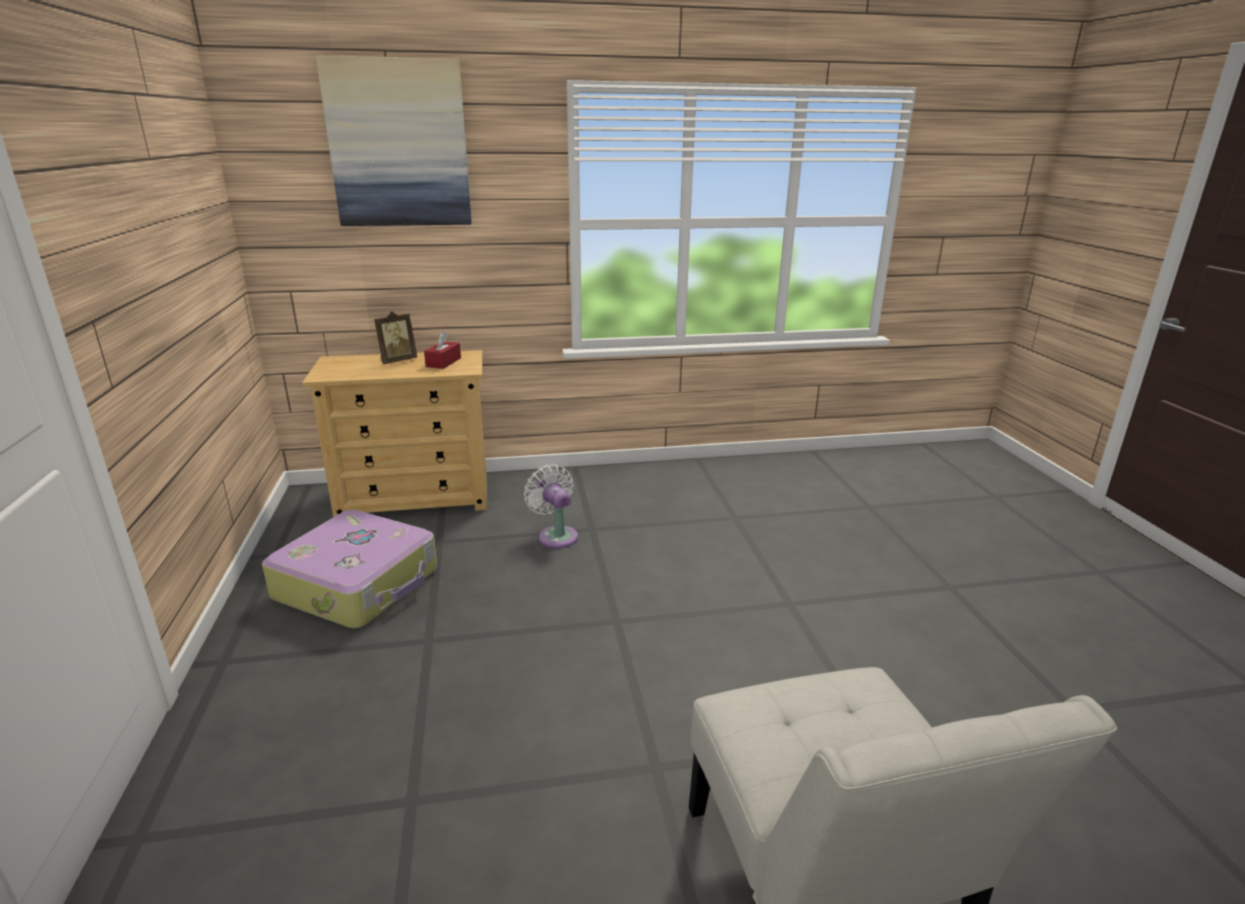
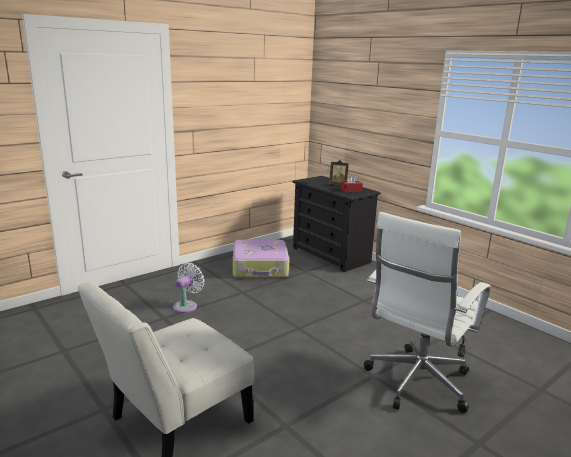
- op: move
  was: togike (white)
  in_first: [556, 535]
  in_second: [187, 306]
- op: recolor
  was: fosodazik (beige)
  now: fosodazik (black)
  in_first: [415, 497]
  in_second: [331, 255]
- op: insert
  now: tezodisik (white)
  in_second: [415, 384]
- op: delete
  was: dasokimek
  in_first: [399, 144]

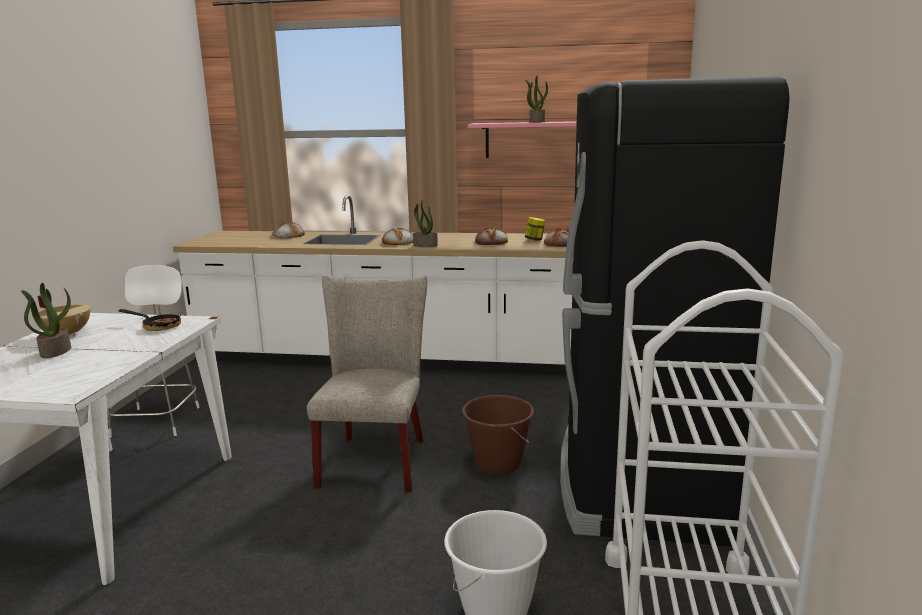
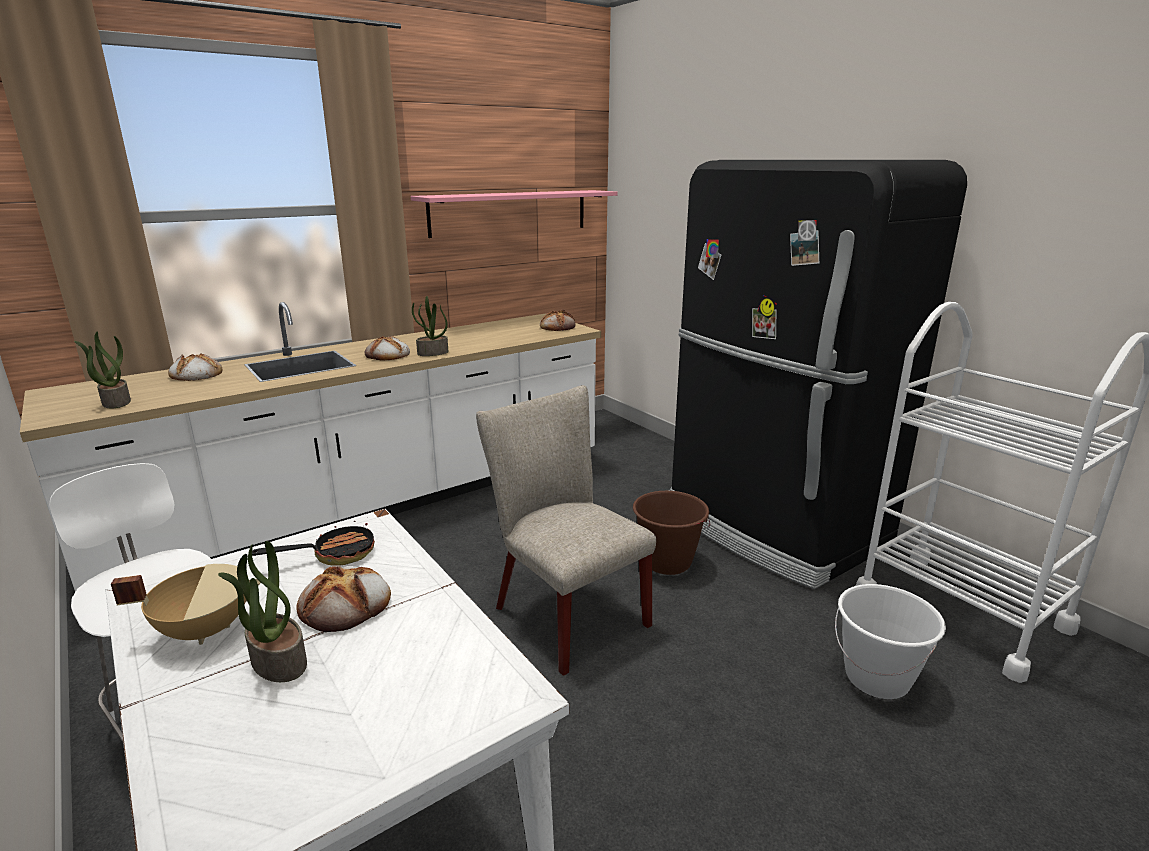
- op: move
  was: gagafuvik
  in_first: [536, 122]
  in_second: [115, 402]
- op: move
  was: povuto
  in_first: [492, 242]
  in_second: [346, 604]
- op: delete
  was: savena
  in_first: [535, 240]

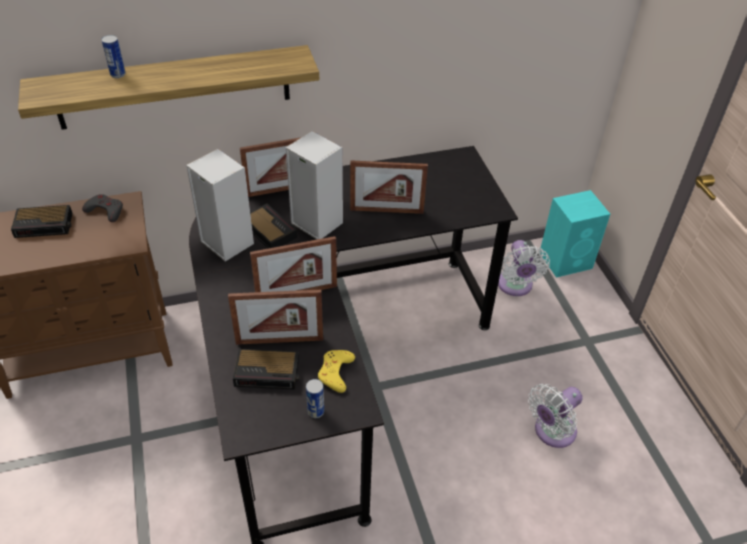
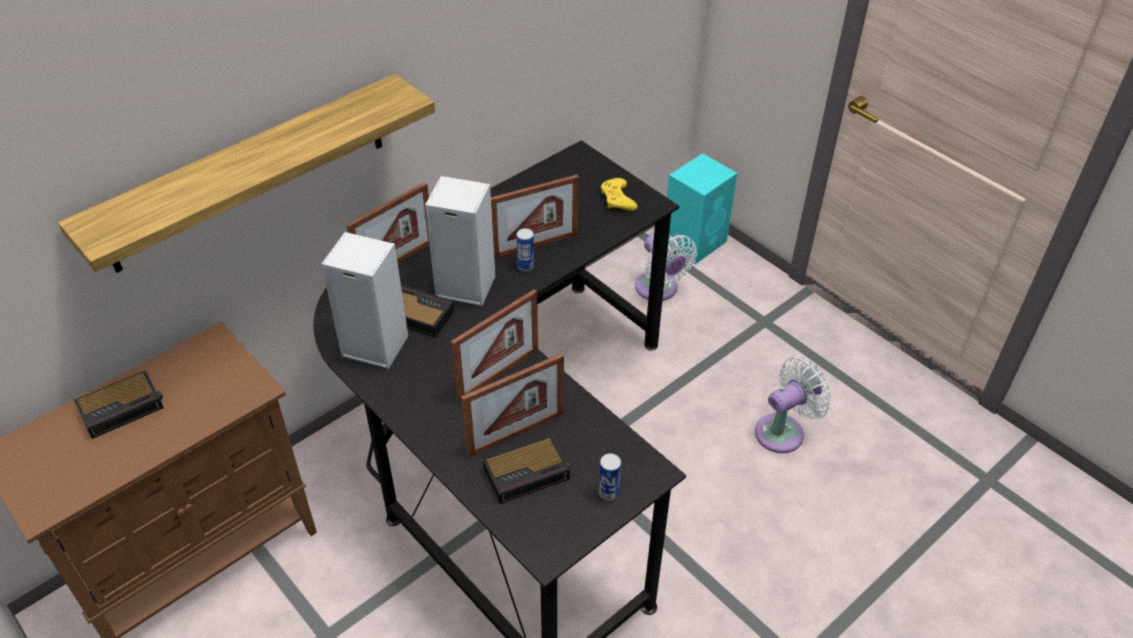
- op: move
  was: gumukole
  in_first: [118, 74]
  in_second: [525, 266]
- op: move
  was: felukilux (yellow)
  in_first: [335, 373]
  in_second: [617, 199]
- op: rotate
  was: togike (white)
  in_first: [551, 432]
  in_second: [783, 431]
  clockwise: -150
- op: delete
  was: felukilux (grey)
  in_first: [105, 211]

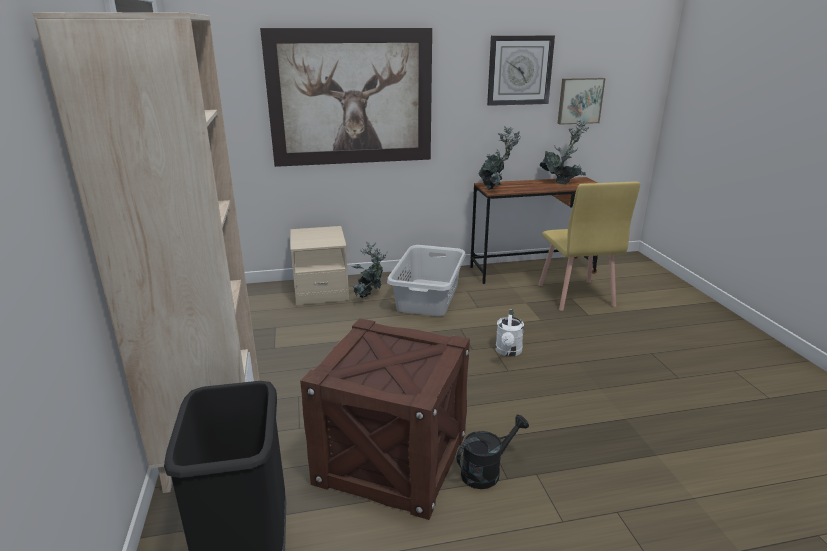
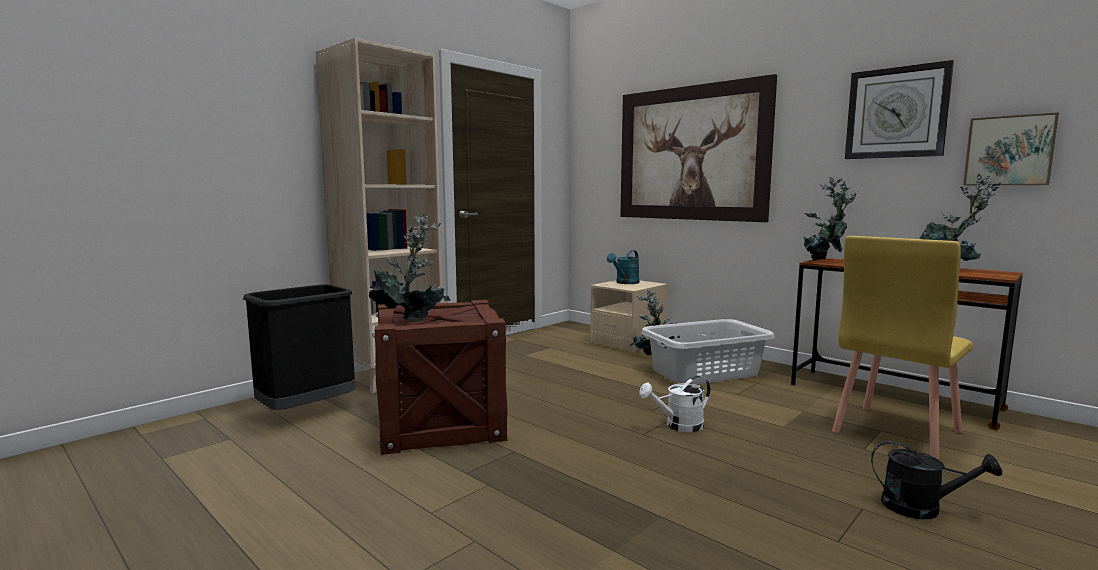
- op: insert
  now: gagafuvik
  in_second: [413, 319]
- op: insert
  now: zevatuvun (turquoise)
  in_second: [625, 283]
- op: move
  was: zevatuvun (black)
  in_first: [486, 471]
  in_second: [921, 508]

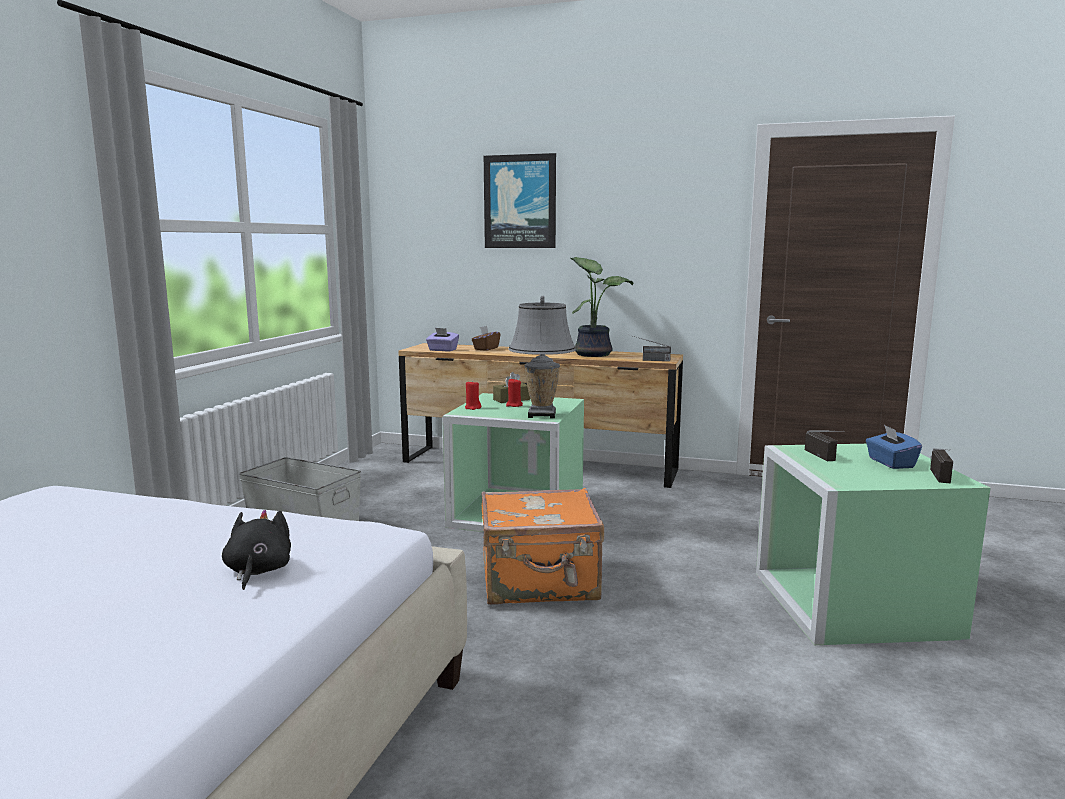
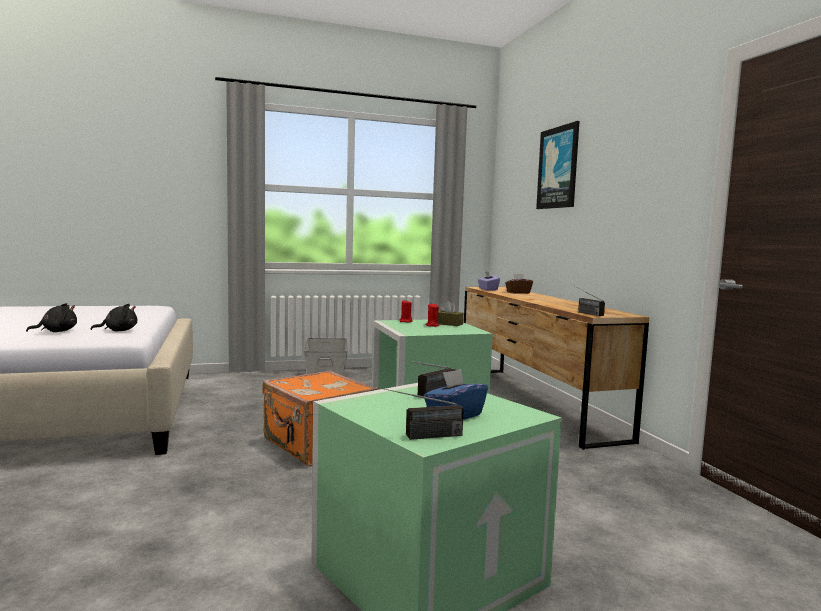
- op: insert
  now: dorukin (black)
  in_second: [118, 331]
- op: delete
  was: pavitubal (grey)
  in_first: [541, 414]
- op: delete
  was: gagafuvik
  in_first: [593, 354]

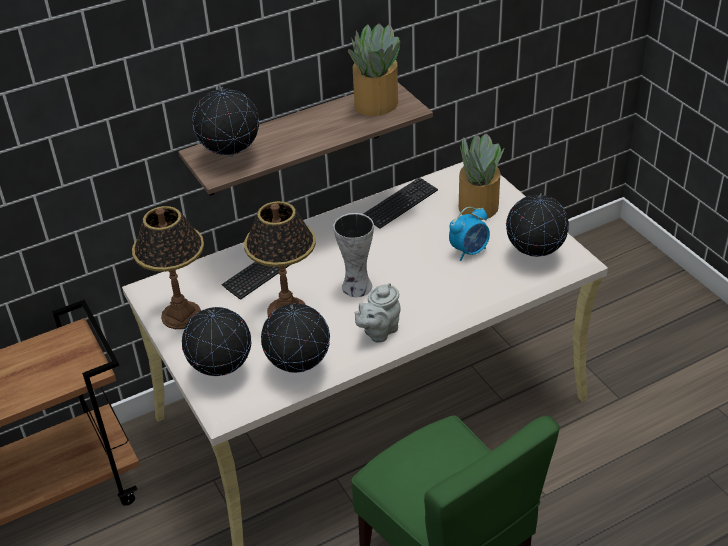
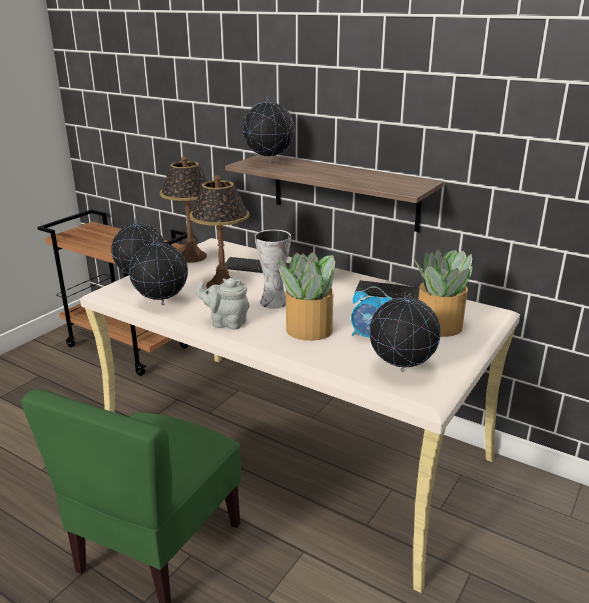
- op: move
  was: gagafuvik
  in_first: [375, 104]
  in_second: [308, 329]

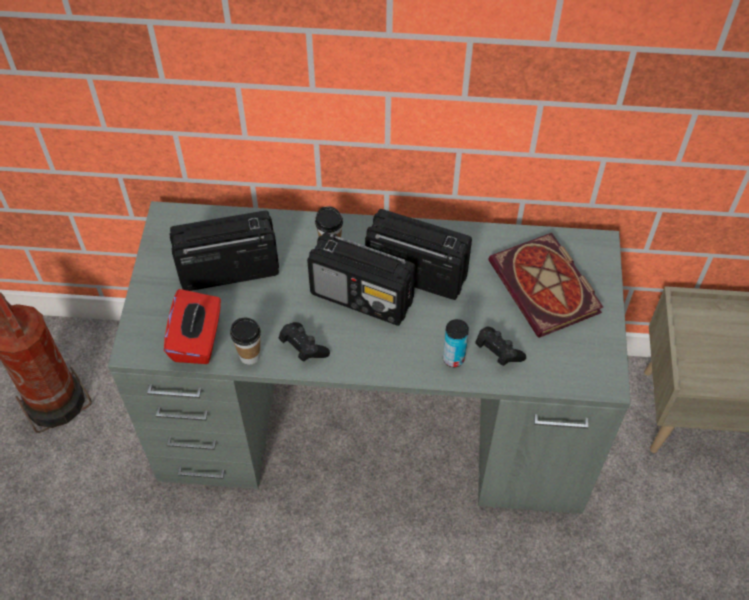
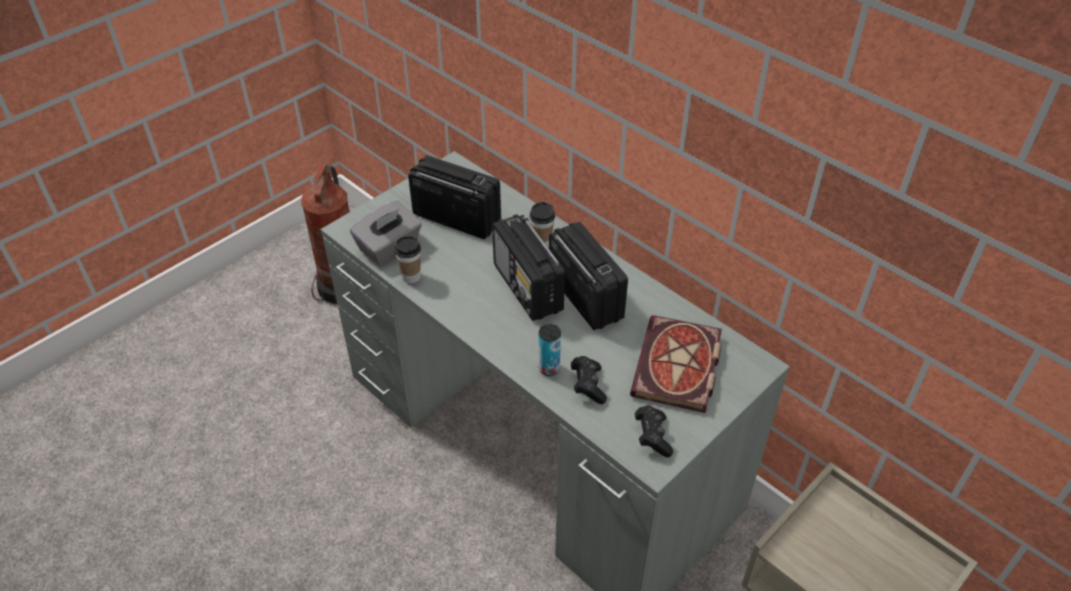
- op: recolor
  was: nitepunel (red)
  now: nitepunel (grey)
  in_first: [197, 340]
  in_second: [389, 247]
- op: move
  was: felukilux (black)
  in_first: [303, 348]
  in_second: [652, 436]

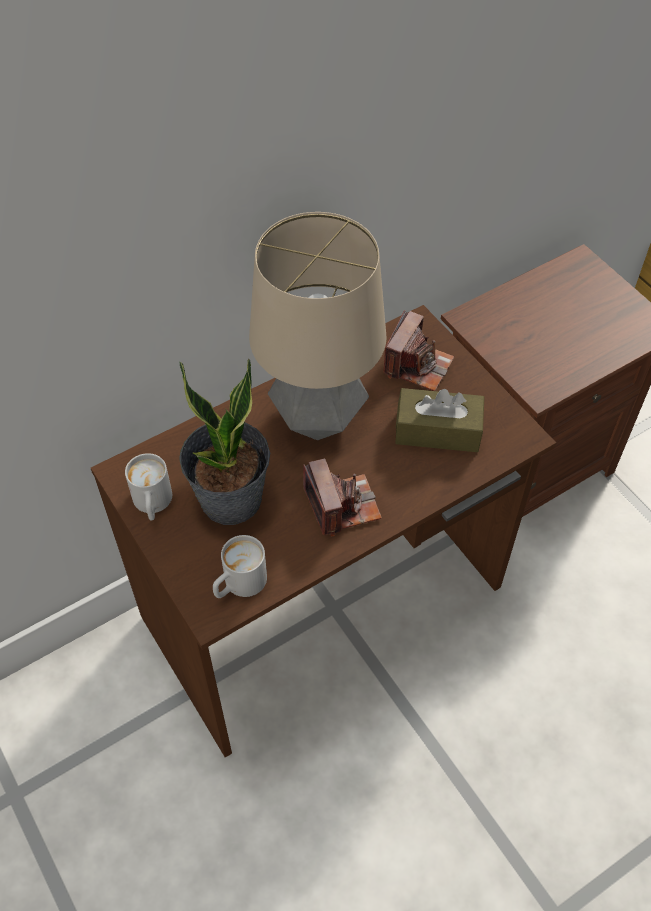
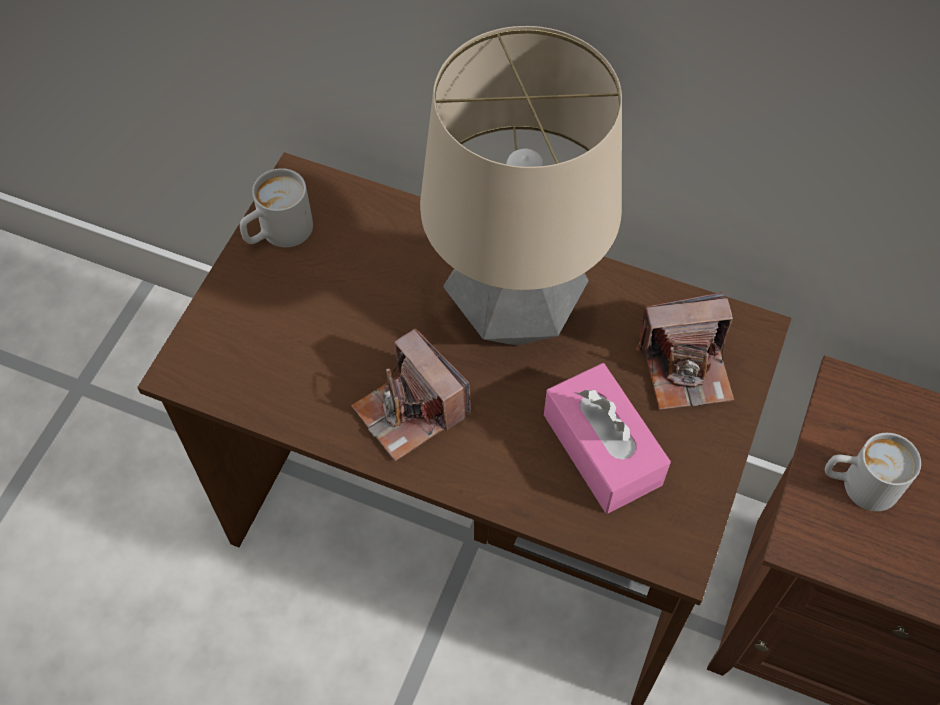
- op: rotate
  was: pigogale
  in_first: [342, 505]
  in_second: [411, 411]
  clockwise: 105
- op: recolor
  was: nitepunel (brown)
  now: nitepunel (pink)
  in_first: [437, 431]
  in_second: [602, 449]
- op: move
  was: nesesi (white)
  in_first: [239, 585]
  in_second: [858, 484]
- op: delete
  was: gagafuvik
  in_first: [231, 500]

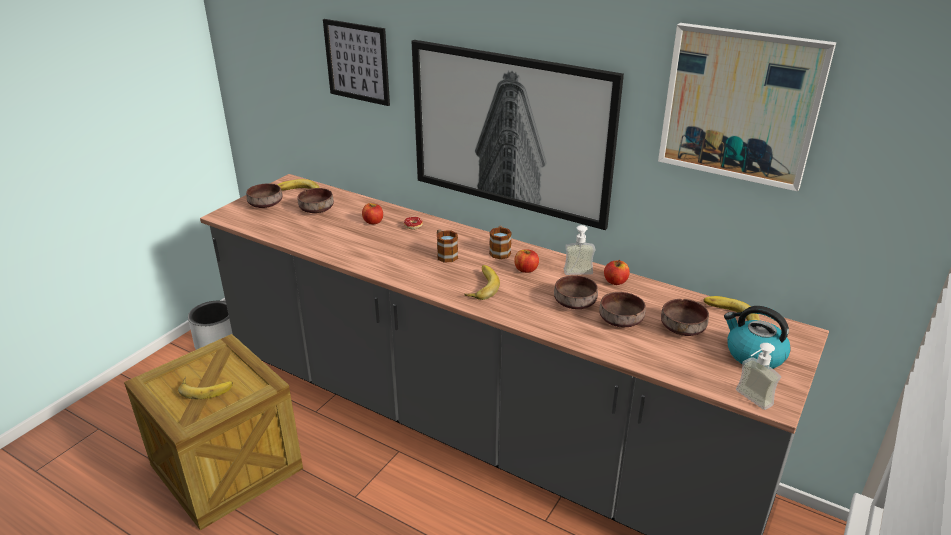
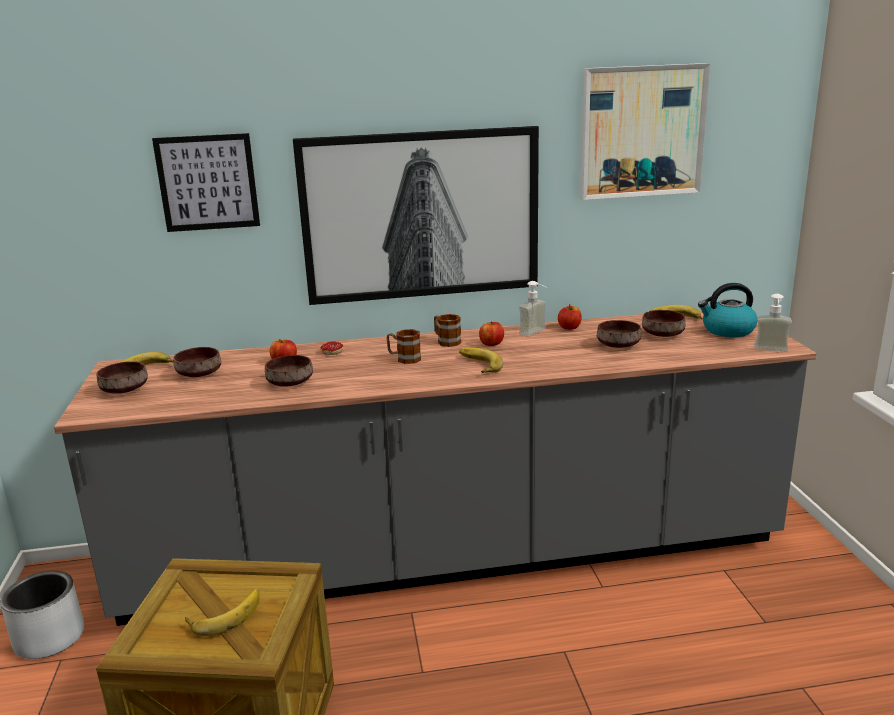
- op: move
  was: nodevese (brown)
  in_first: [574, 302]
  in_second: [289, 382]

